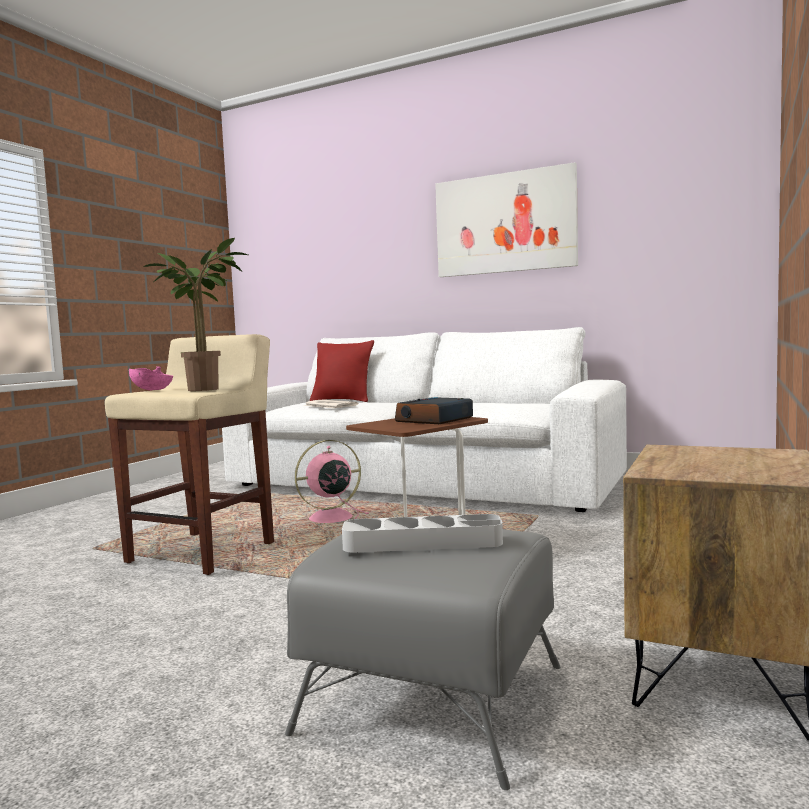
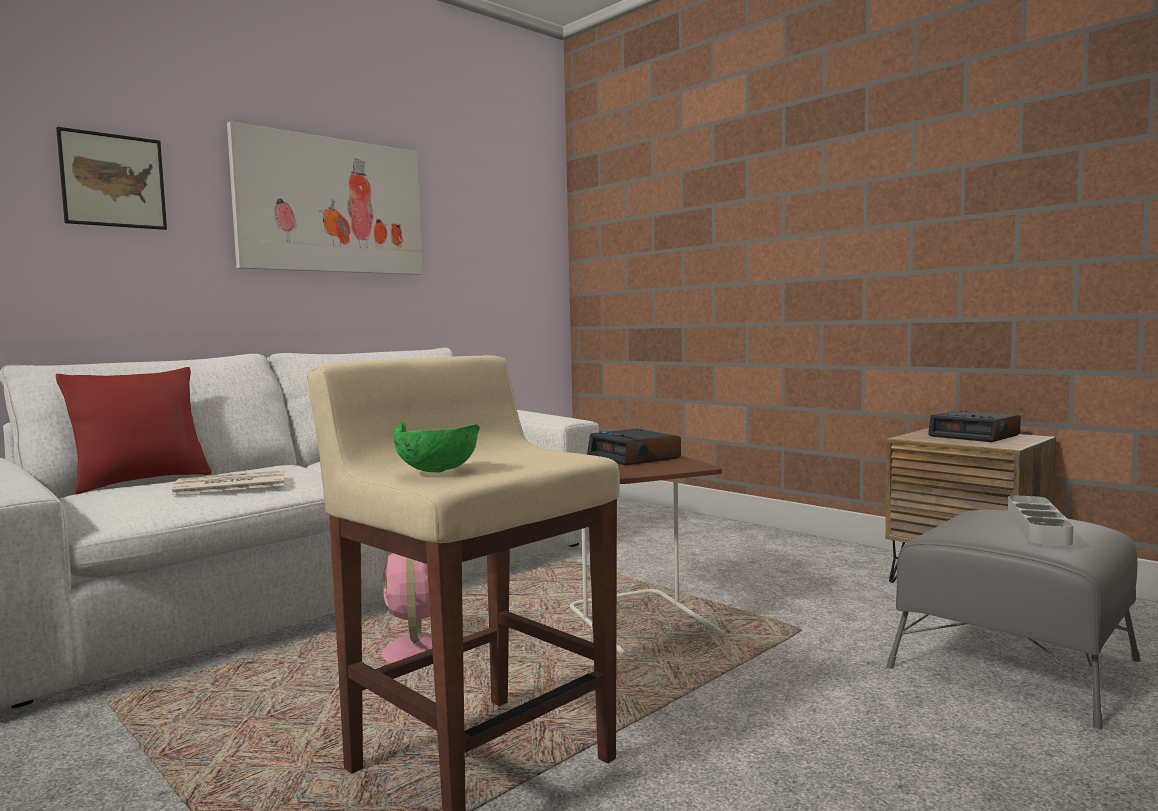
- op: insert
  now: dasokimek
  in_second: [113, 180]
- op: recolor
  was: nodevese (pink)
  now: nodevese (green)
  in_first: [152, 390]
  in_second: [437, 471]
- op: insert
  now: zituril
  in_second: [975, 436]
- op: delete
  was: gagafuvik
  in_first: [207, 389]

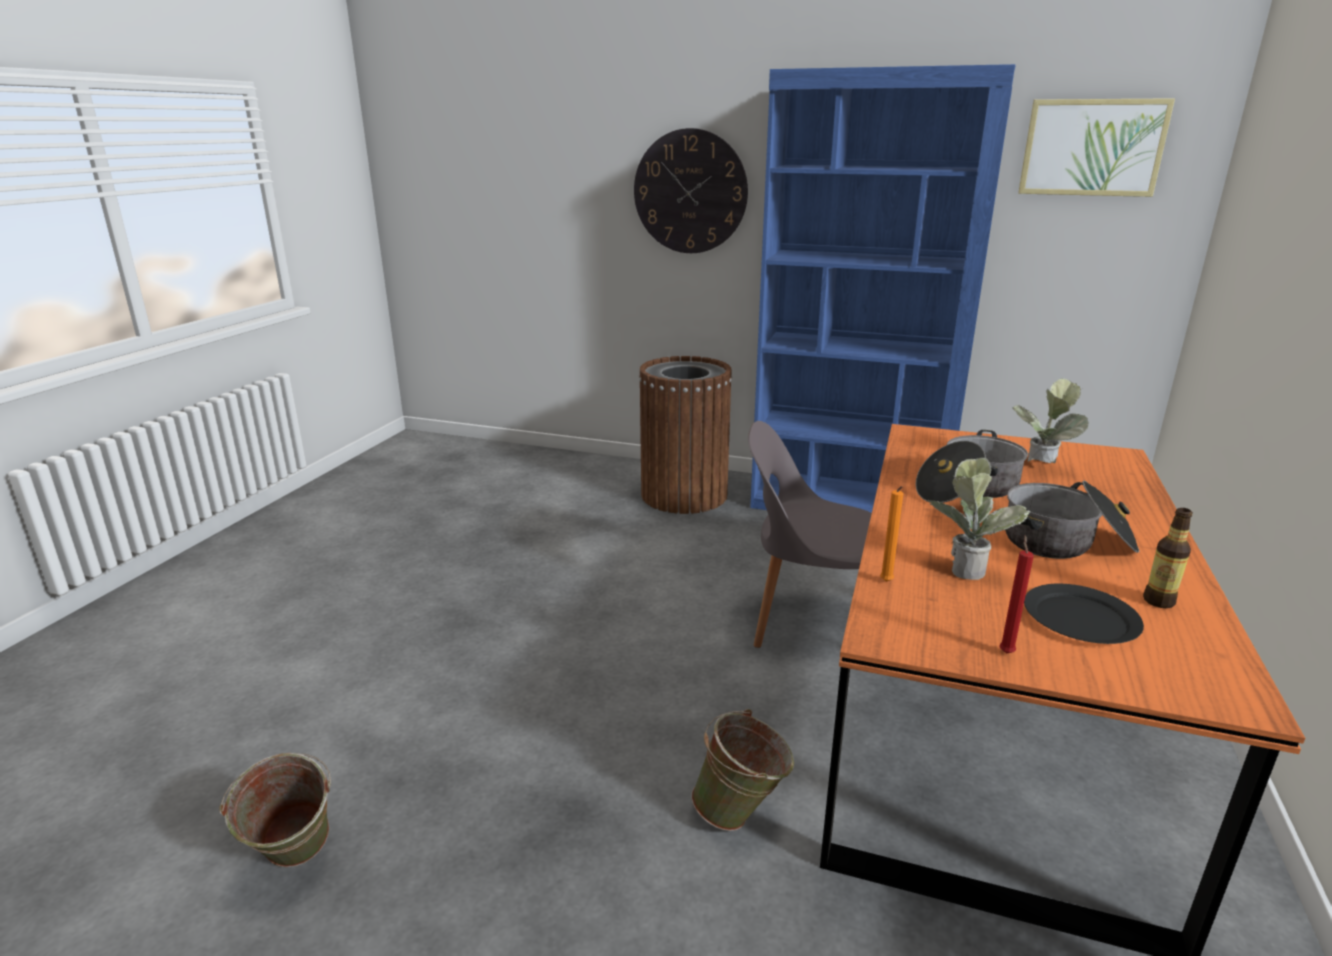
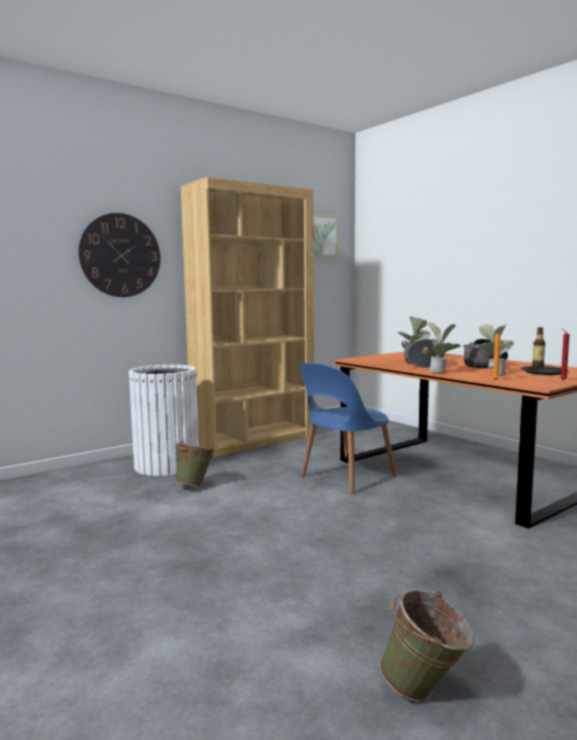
- op: recolor
  was: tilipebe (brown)
  now: tilipebe (white)
  in_first: [684, 495]
  in_second: [167, 465]
- op: move
  was: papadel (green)
  in_first: [741, 814]
  in_second: [195, 485]
- op: recolor
  was: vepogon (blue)
  now: vepogon (brown)
  in_first: [848, 505]
  in_second: [254, 440]
- op: recolor
  was: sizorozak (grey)
  now: sizorozak (blue)
  in_first: [811, 620]
  in_second: [345, 477]
- op: insert
  now: gagafuvik
  in_second: [441, 372]

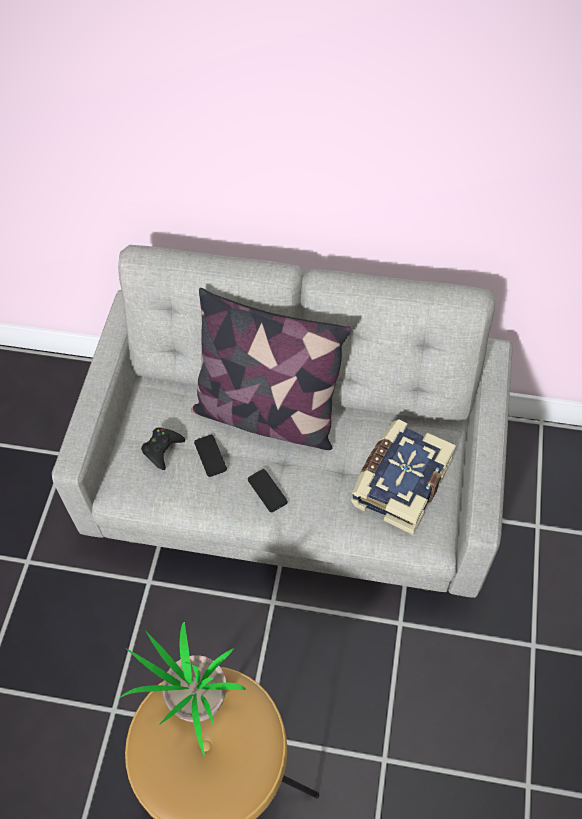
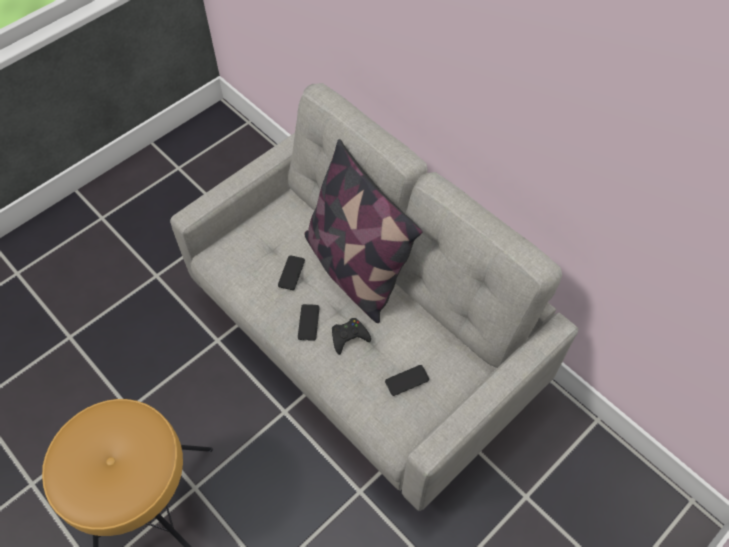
- op: move
  was: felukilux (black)
  in_first: [162, 449]
  in_second: [349, 337]
- op: replace
  was: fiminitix
  now: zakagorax
  in_first: [399, 483]
  in_second: [407, 380]
- op: delete
  was: gagafuvik
  in_first: [194, 700]

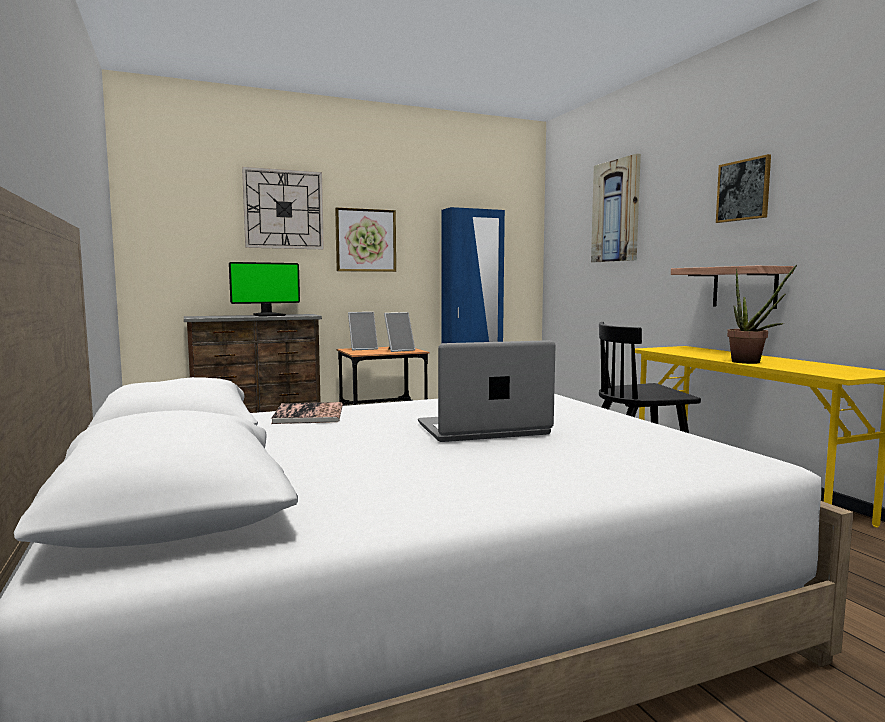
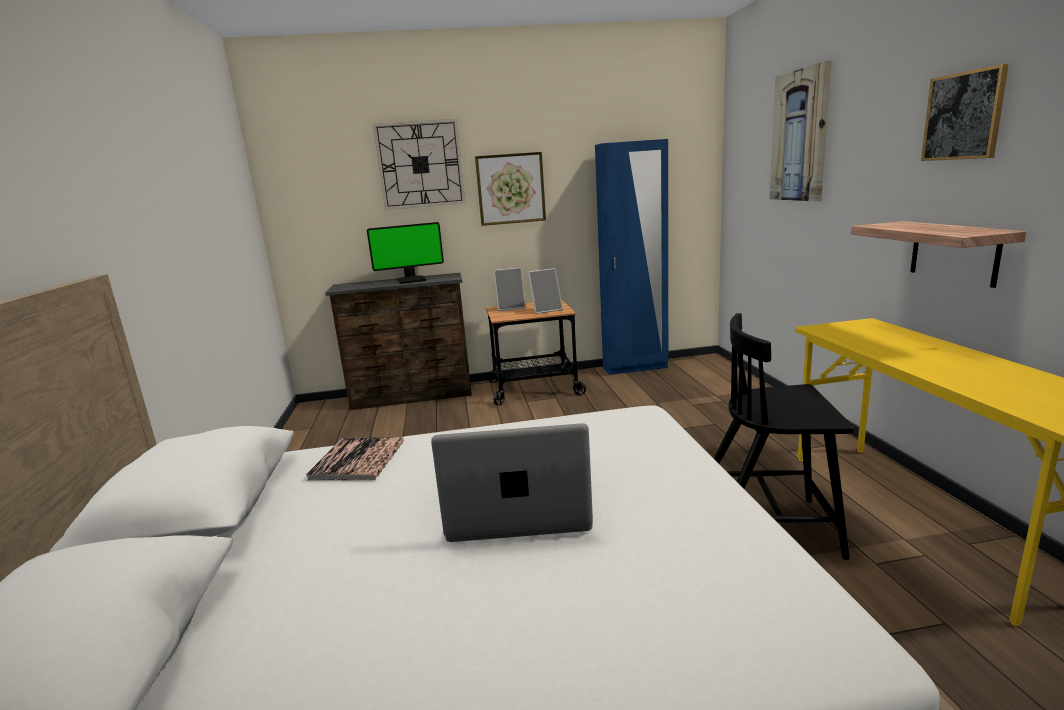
- op: delete
  was: gagafuvik
  in_first: [751, 362]

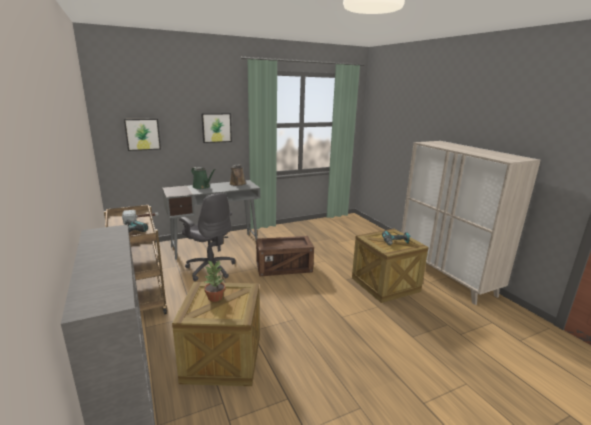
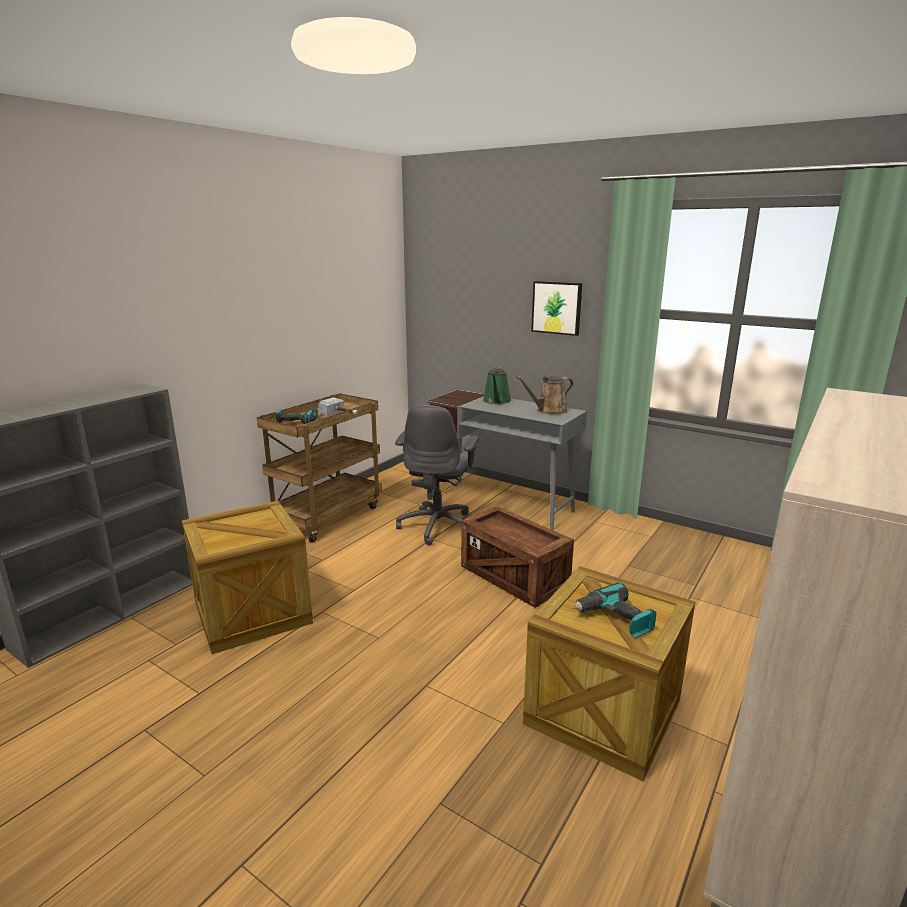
- op: delete
  was: dasokimek
  in_first: [142, 134]
- op: delete
  was: gagafuvik
  in_first: [215, 298]

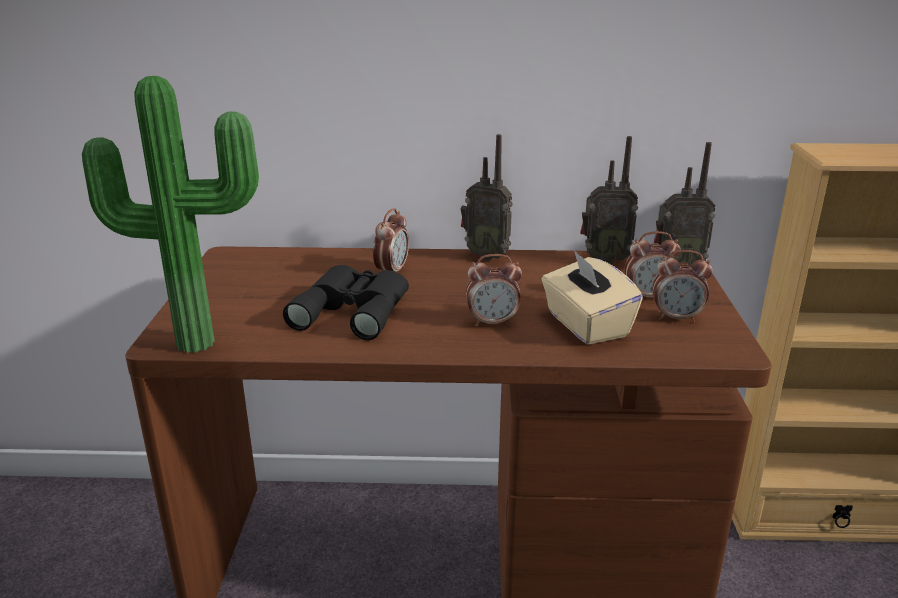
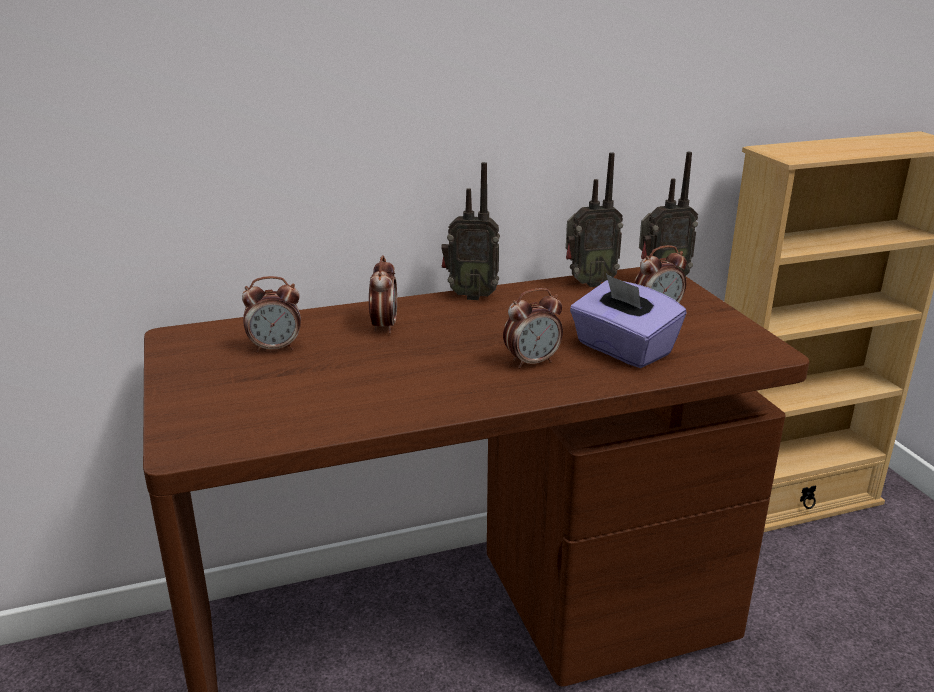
- op: move
  was: zituril
  in_first: [677, 318]
  in_second: [275, 348]
- op: recolor
  was: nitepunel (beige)
  now: nitepunel (purple)
  in_first: [586, 325]
  in_second: [622, 350]
- op: delete
  was: gagafuvik
  in_first: [197, 340]
- op: delete
  was: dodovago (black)
  in_first: [354, 309]

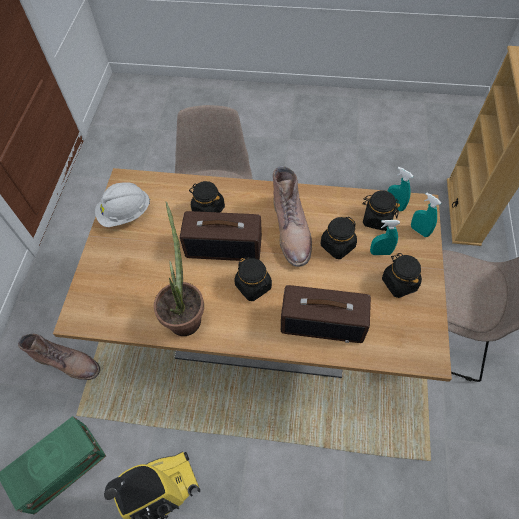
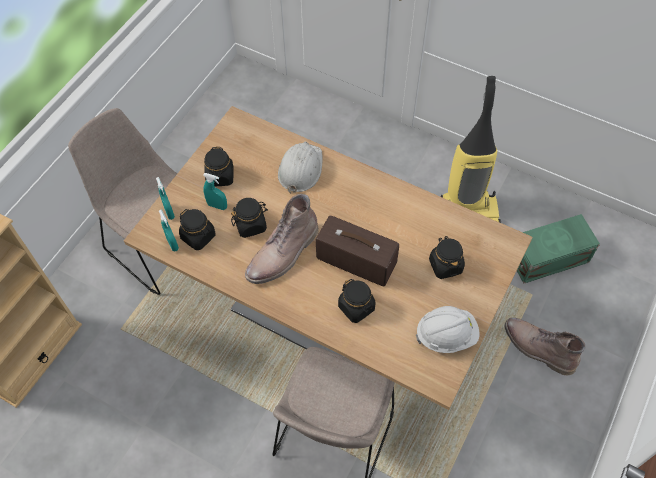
- op: rotate
  was: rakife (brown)
  in_first: [292, 230]
  in_second: [283, 254]
  clockwise: -150
- op: replace
  was: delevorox
  now: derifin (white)
  in_first: [323, 322]
  in_second: [300, 169]
- op: move
  was: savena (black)
  in_first: [253, 286]
  in_second: [445, 265]
- op: delete
  was: gagafuvik
  in_first: [185, 314]

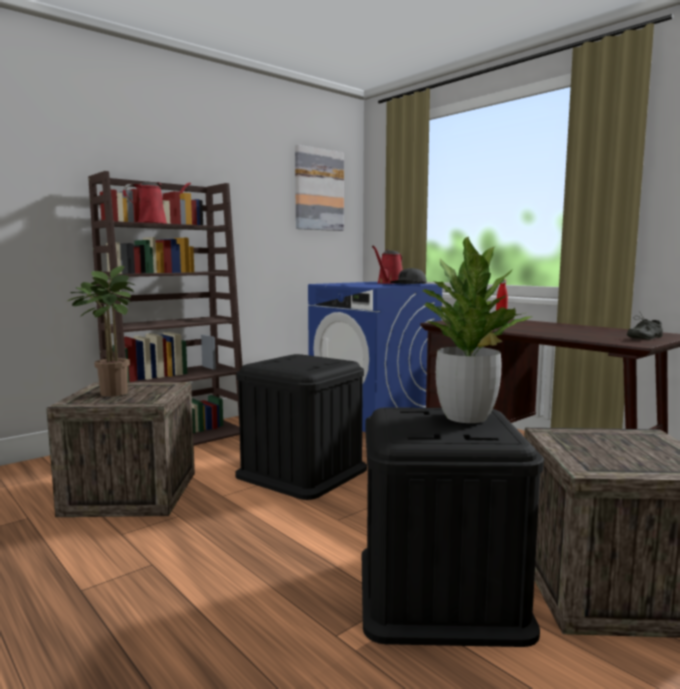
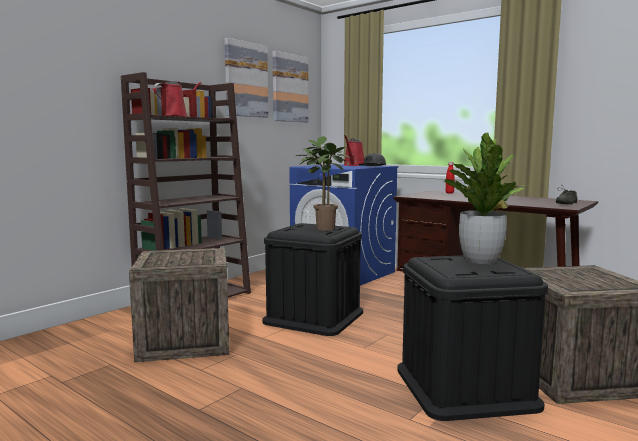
- op: insert
  now: dasokimek
  in_second: [246, 79]
- op: move
  was: gagafuvik
  in_first: [111, 392]
  in_second: [322, 228]

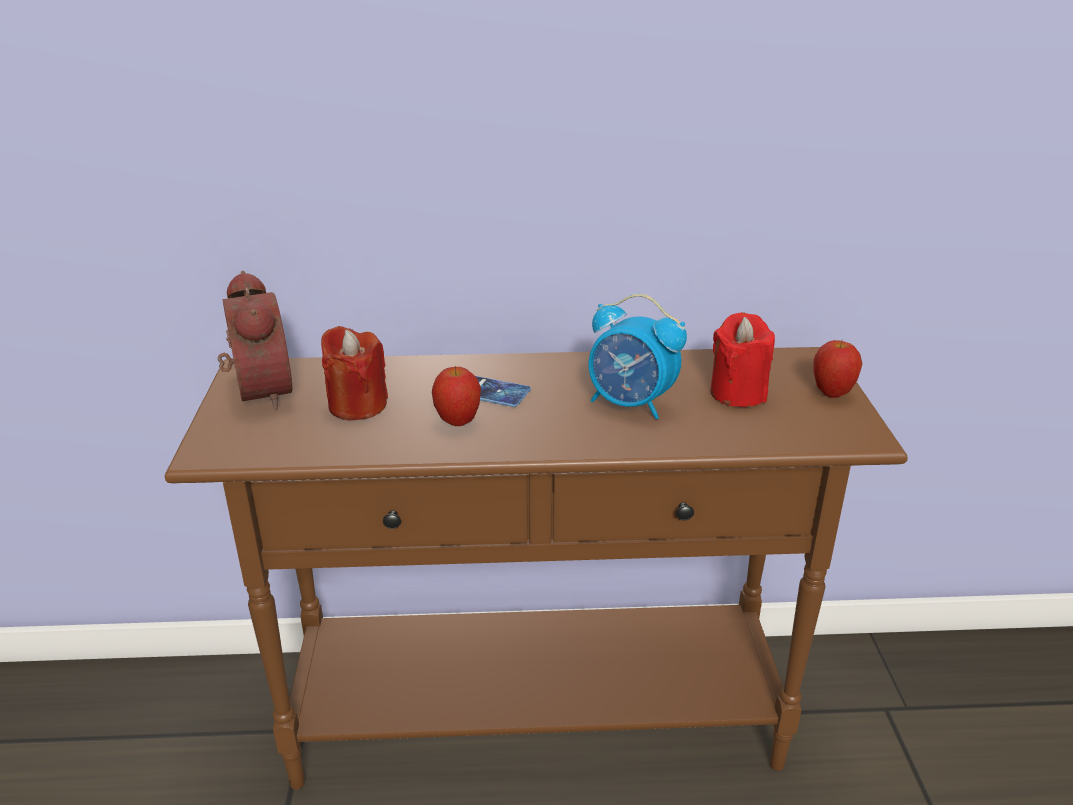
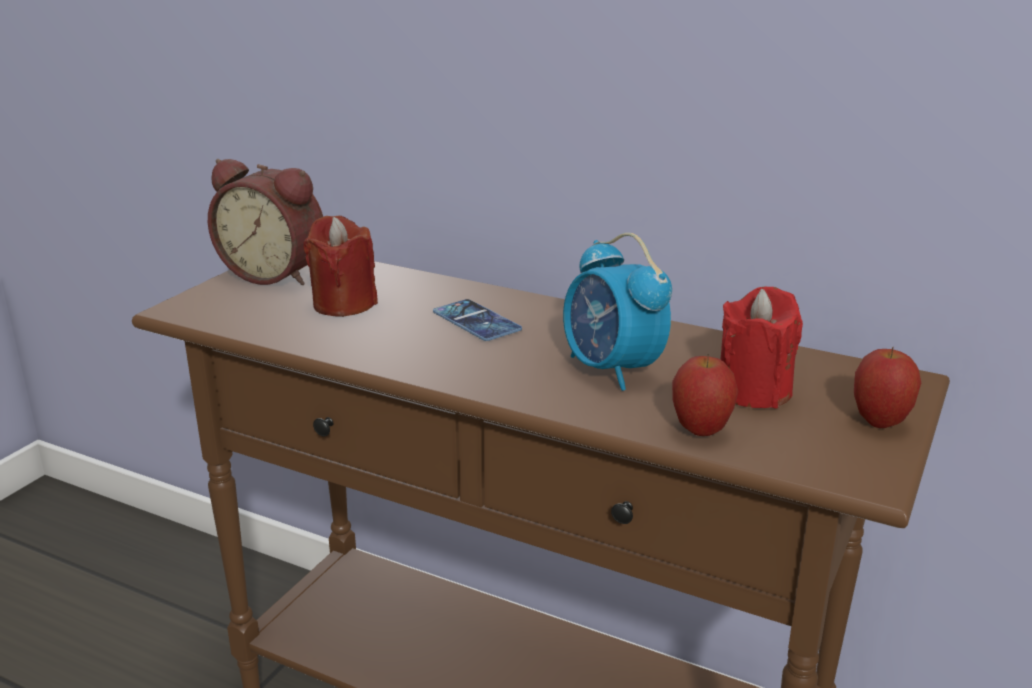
- op: rotate
  was: zituril
  in_first: [257, 392]
  in_second: [276, 274]
  clockwise: 105
- op: move
  was: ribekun
  in_first: [458, 422]
  in_second: [701, 431]

